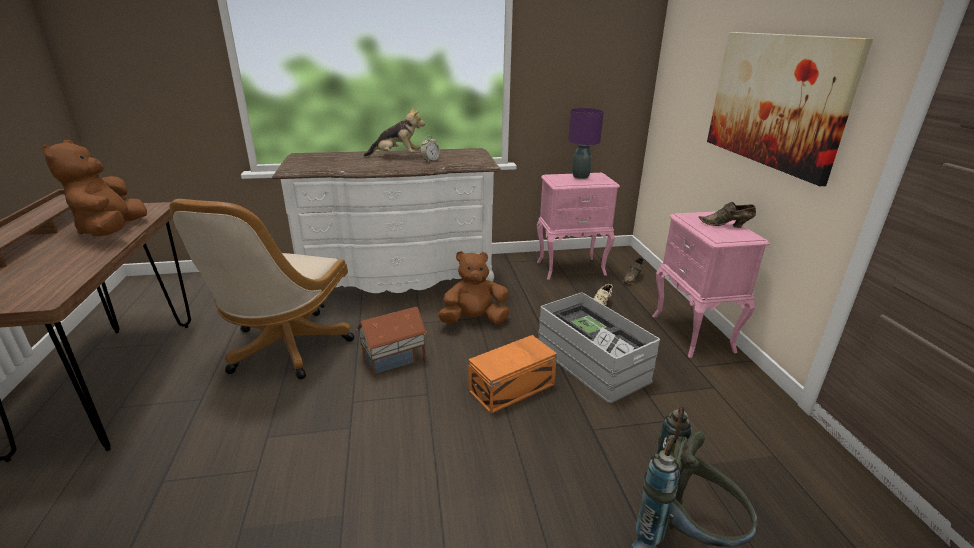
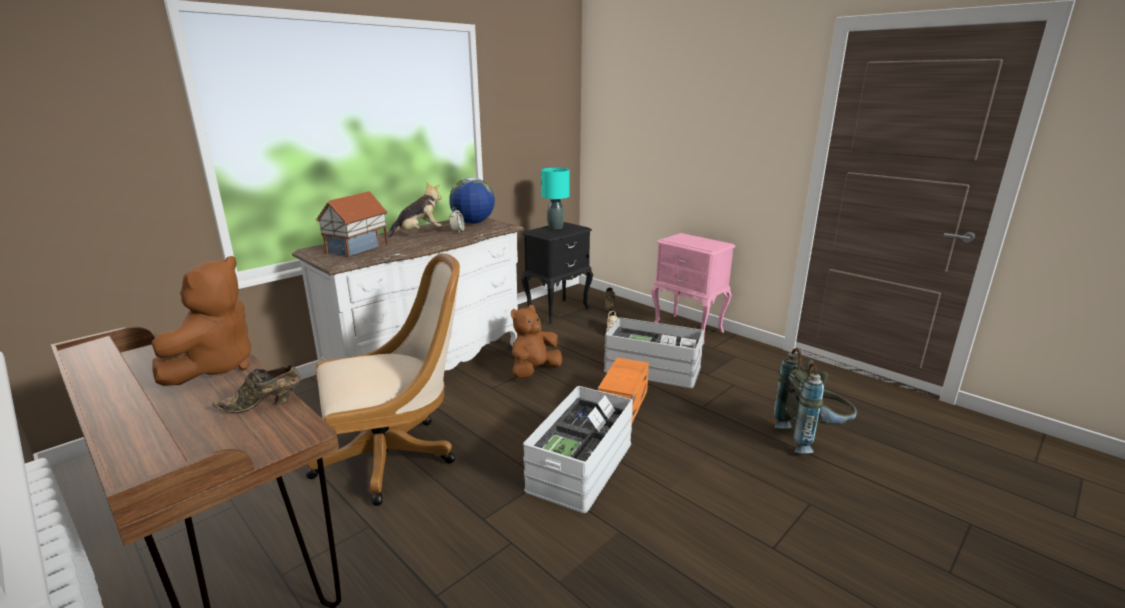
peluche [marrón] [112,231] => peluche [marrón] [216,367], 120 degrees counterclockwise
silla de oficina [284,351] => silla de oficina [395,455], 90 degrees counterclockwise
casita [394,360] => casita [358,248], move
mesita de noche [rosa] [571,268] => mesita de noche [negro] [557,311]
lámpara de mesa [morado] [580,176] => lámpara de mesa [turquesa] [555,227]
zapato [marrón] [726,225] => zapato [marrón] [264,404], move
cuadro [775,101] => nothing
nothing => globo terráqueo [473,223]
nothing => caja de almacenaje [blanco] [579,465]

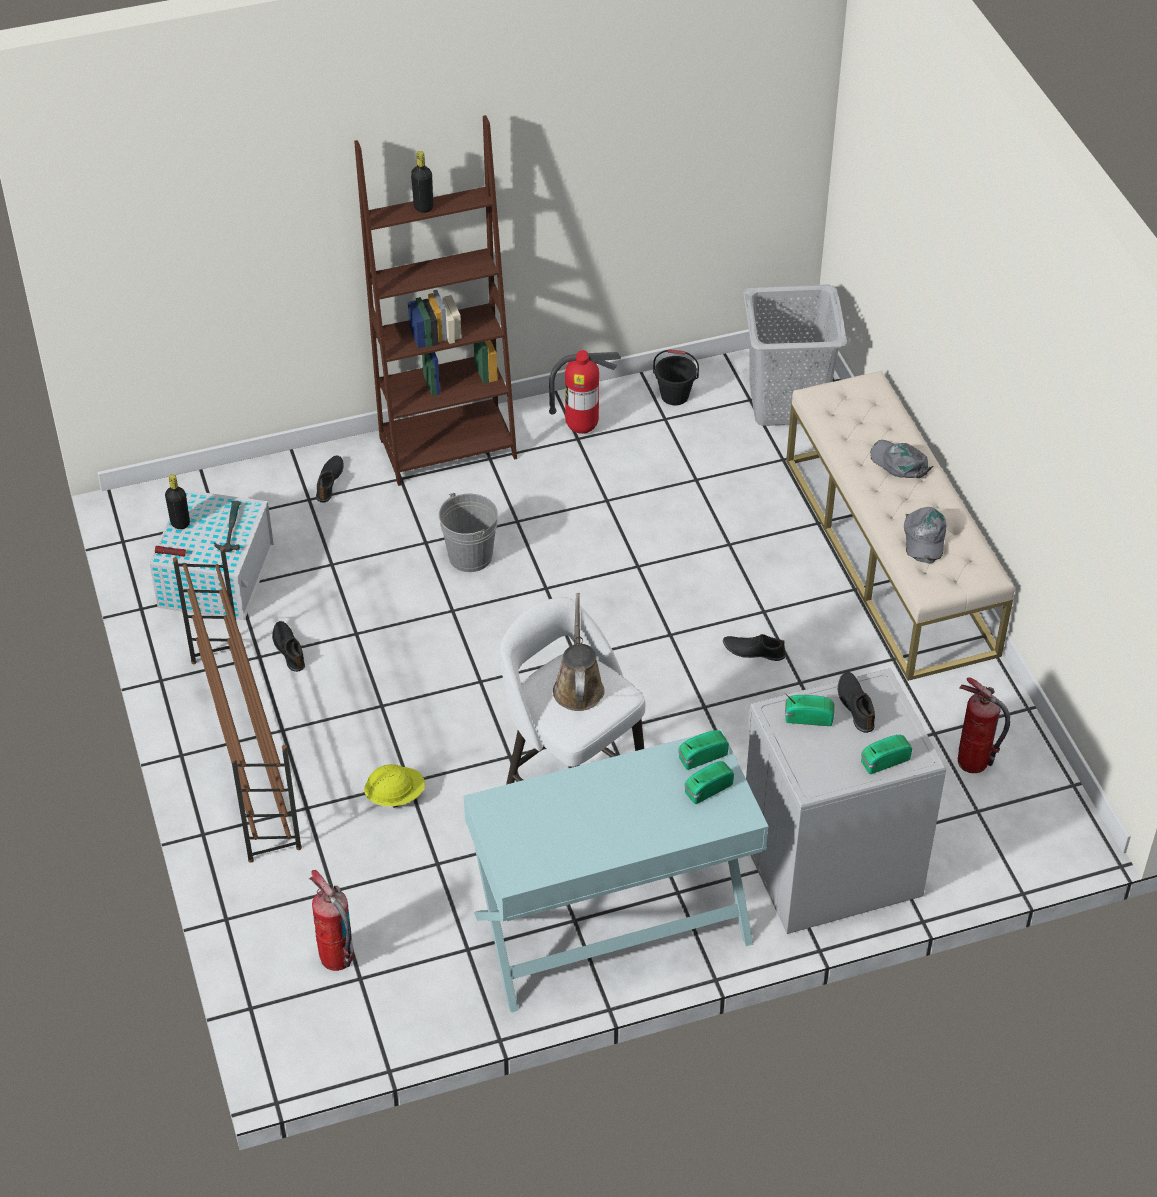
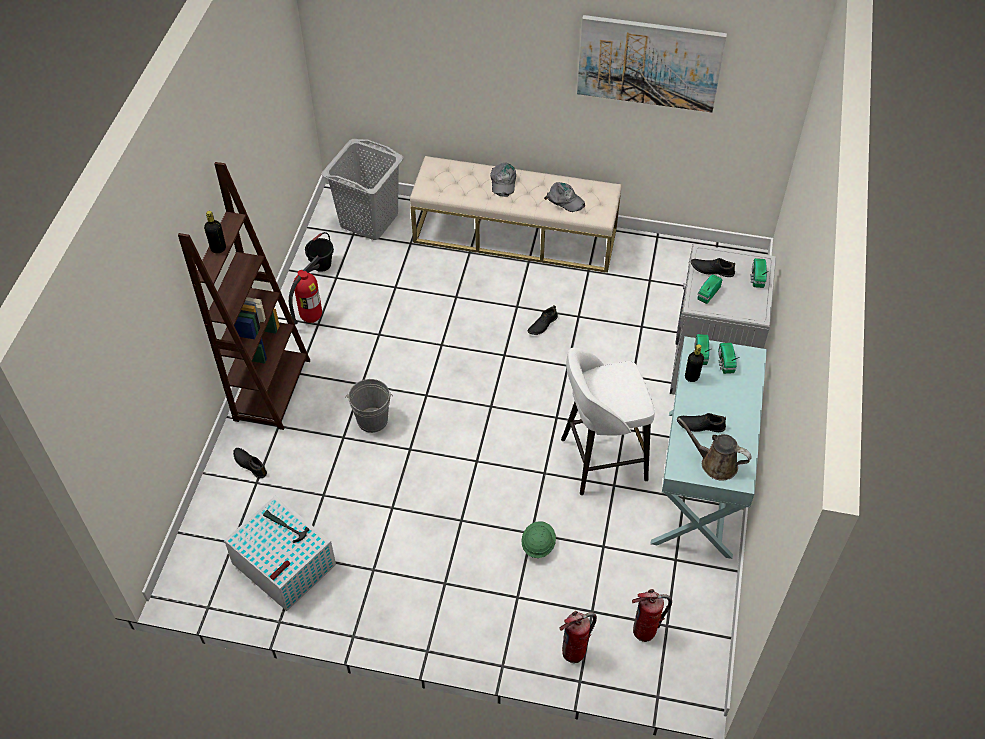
botella [negro] [180,523] => botella [negro] [691,377], move
zapatero [marrón] [245,750] => nothing
zapato [negro] [289,649] => zapato [negro] [700,425], move
casco [amarillo] [395,796] => casco [verde] [538,545]
regadera [marrón] [578,686] => regadera [marrón] [715,463], move
gorra [gris] [899,463] => gorra [gris] [502,182], 75 degrees counterclockwise
extintor [973,762] => extintor [574,652], move
nothing => cuadro [649,63]

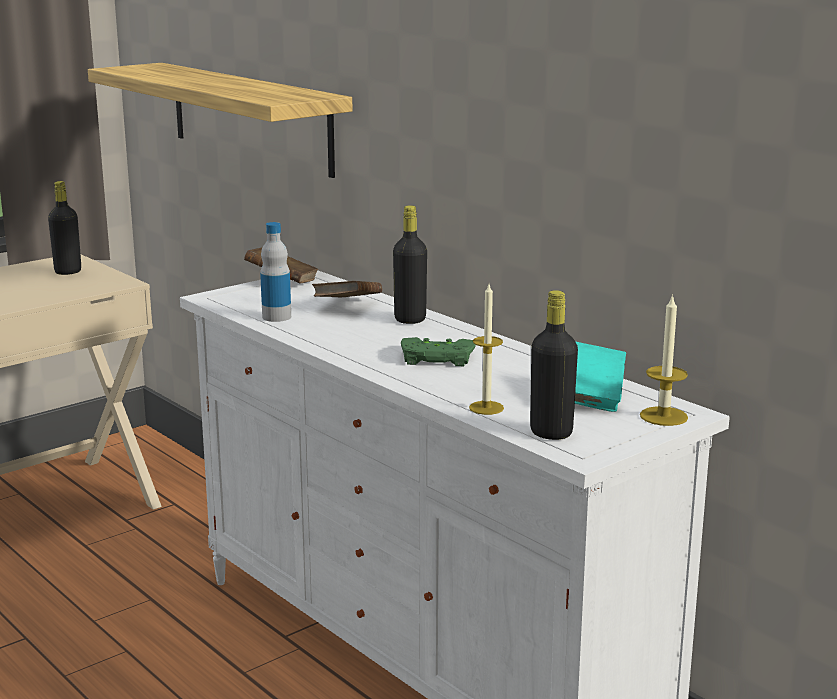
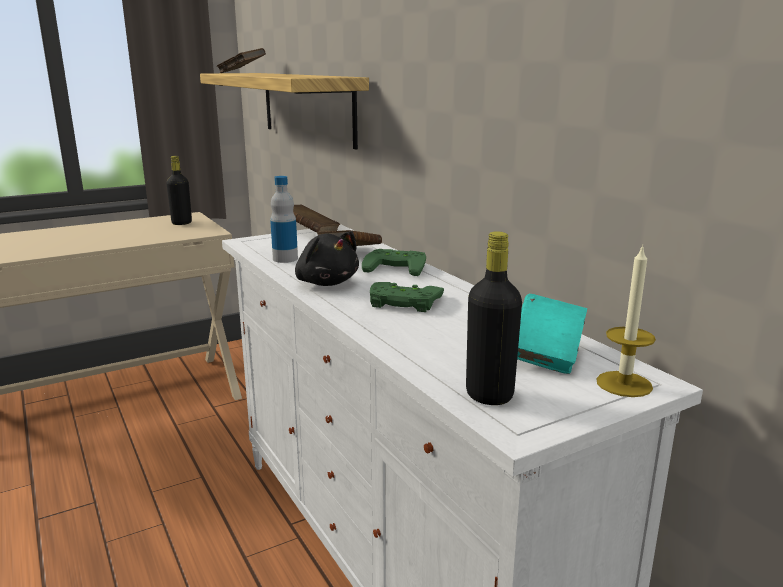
botella [negro] [410,319] => mando de consola [verde] [397,267]
vela [486,408] => nothing
nothing => libro [marrón] [242,73]
nothing => peluche [negro] [326,282]

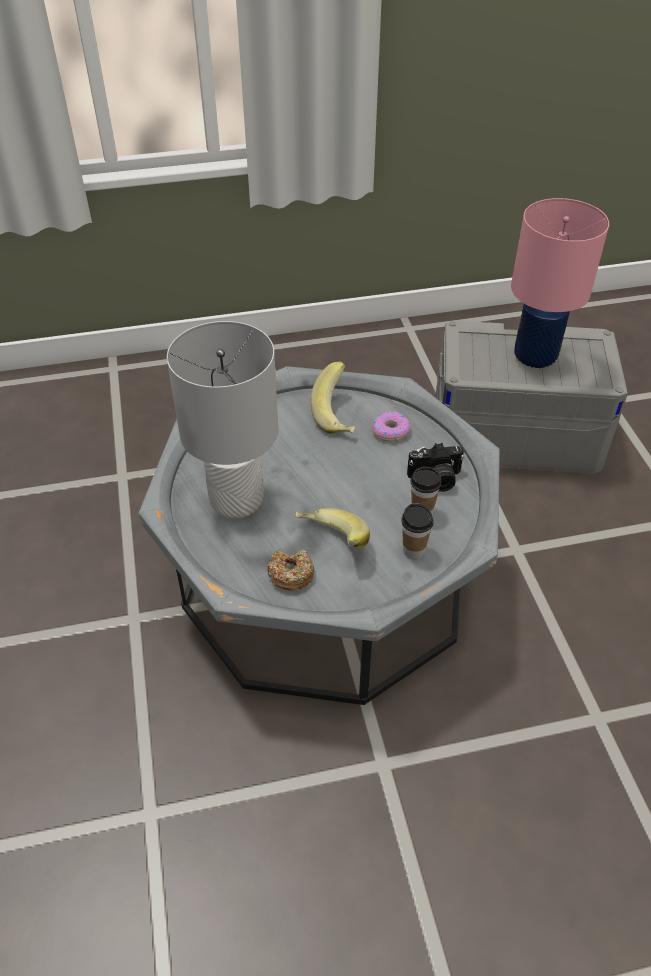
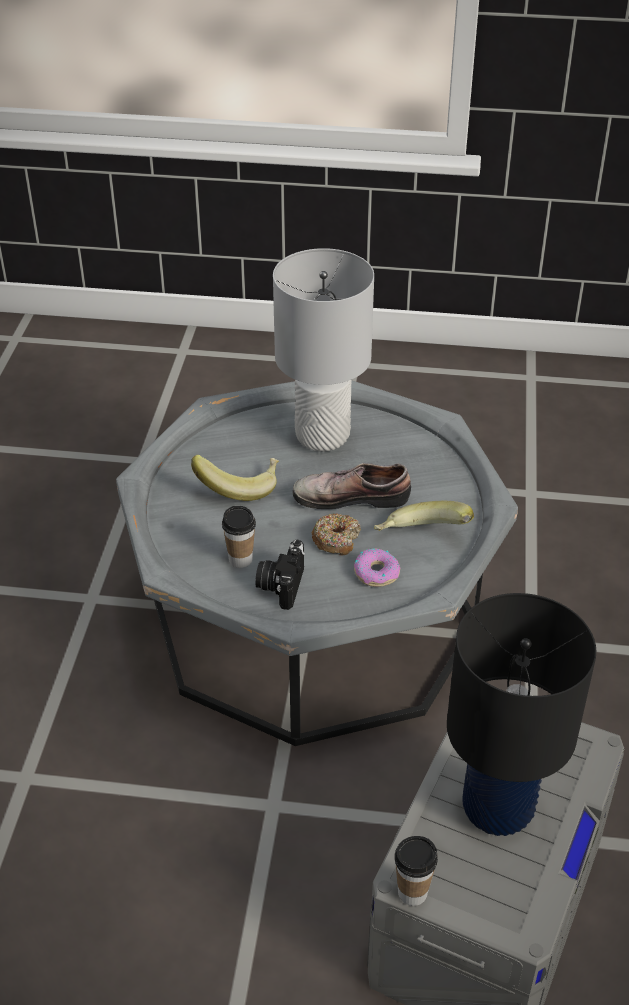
rosquilla [290,574] => rosquilla [336,540], move
taza [413,550] => taza [412,892], move
lámpara de mesa [rosa] [534,358] => lámpara de mesa [negro] [498,812]
nothing => zapato [351,495]

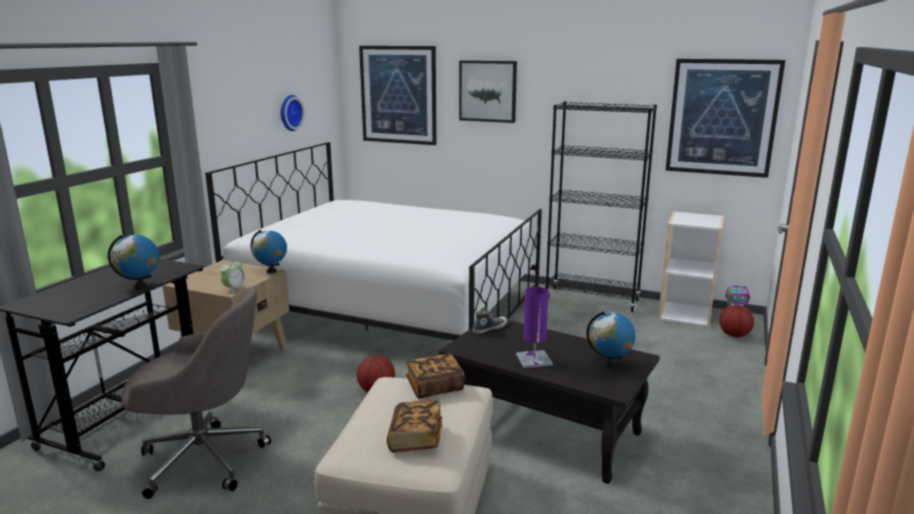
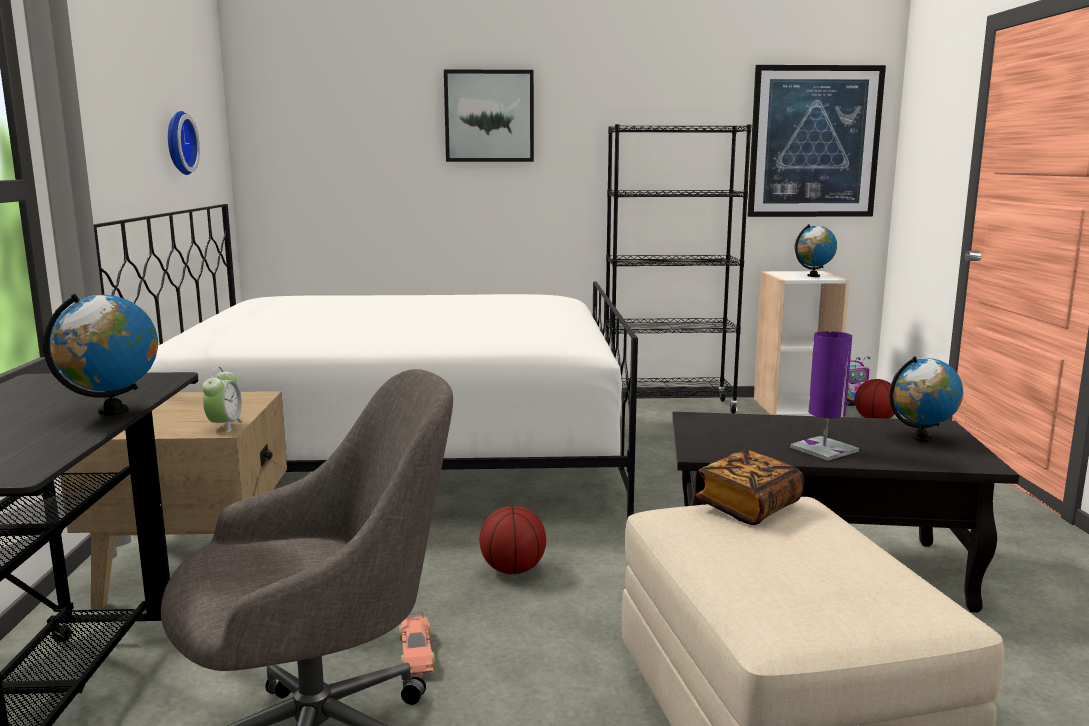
globo terráqueo [271,271] => globo terráqueo [813,276], move
cuadro [398,95] => nothing
libro [415,439] => nothing
zapato [489,328] => nothing
nothing => coche de juguete [416,654]

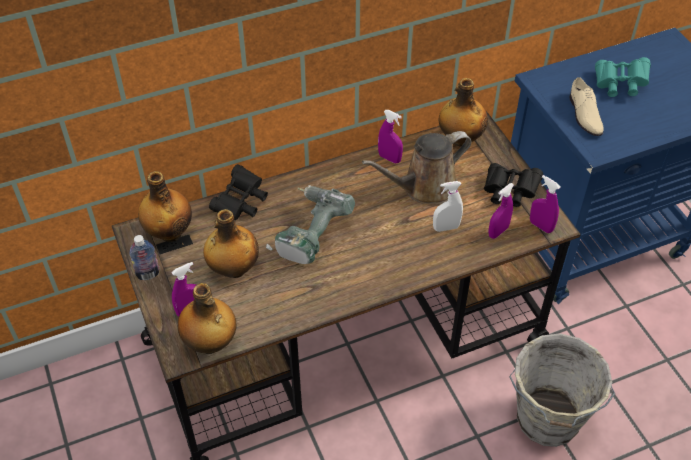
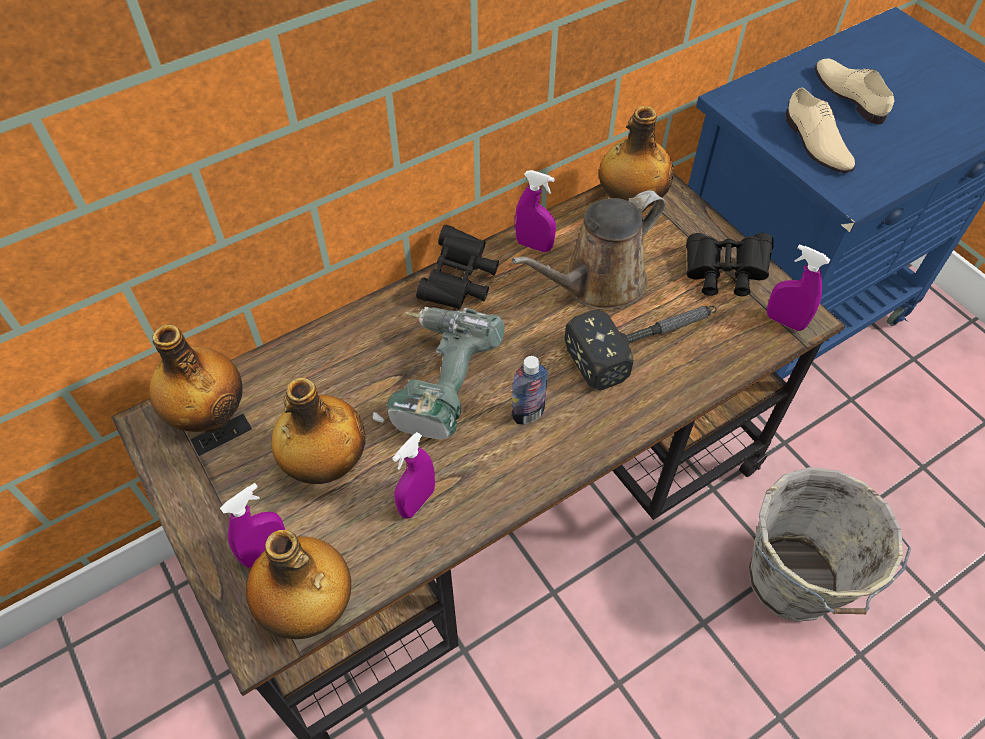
botella [148,274] => botella [528,414], move
prismáticos [negro] [241,202] => prismáticos [negro] [459,282], move
pulverizador [blanco] [446,228] => martillo [645,344]
pulverizador [morado] [498,232] => pulverizador [morado] [417,502], move
prismáticos [turquesa] [619,85] => zapato [beis] [850,94]

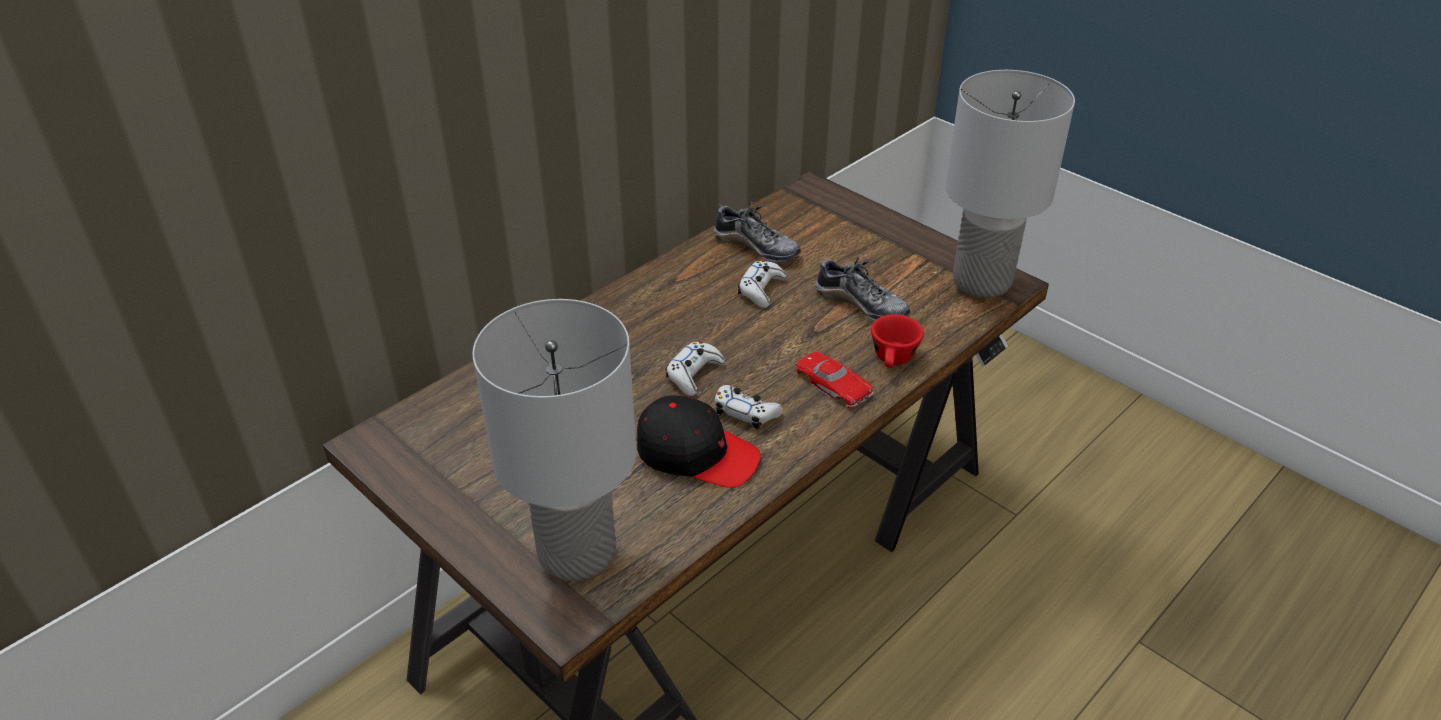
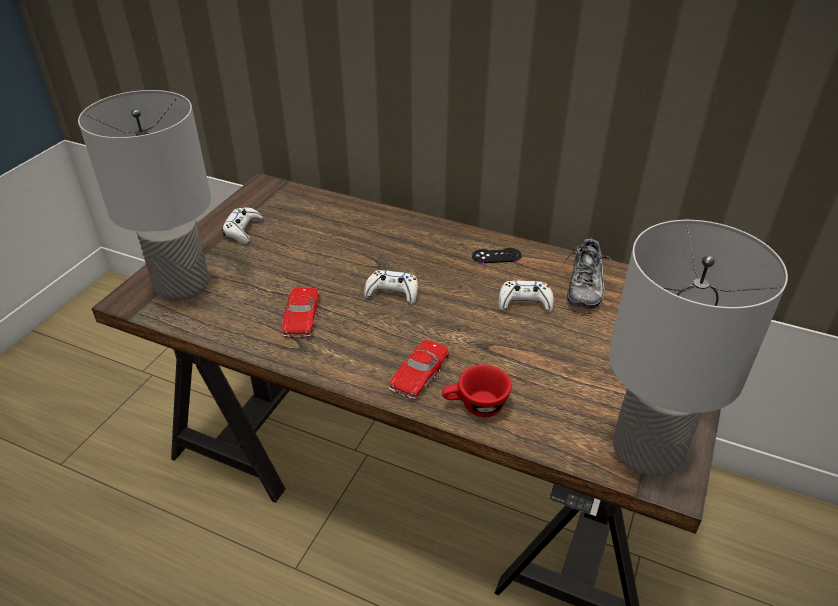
gorra [negro] [697,453] => coche de juguete [rojo] [301,316]
mando de consola [blanco] [746,412] => mando de consola [blanco] [243,230], move
zapato [861,304] => nothing
nothing => mando de consola [negro] [496,256]

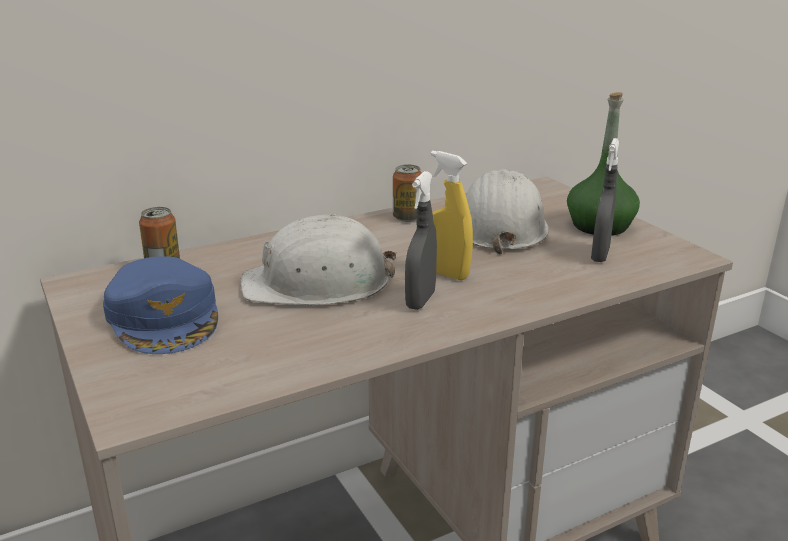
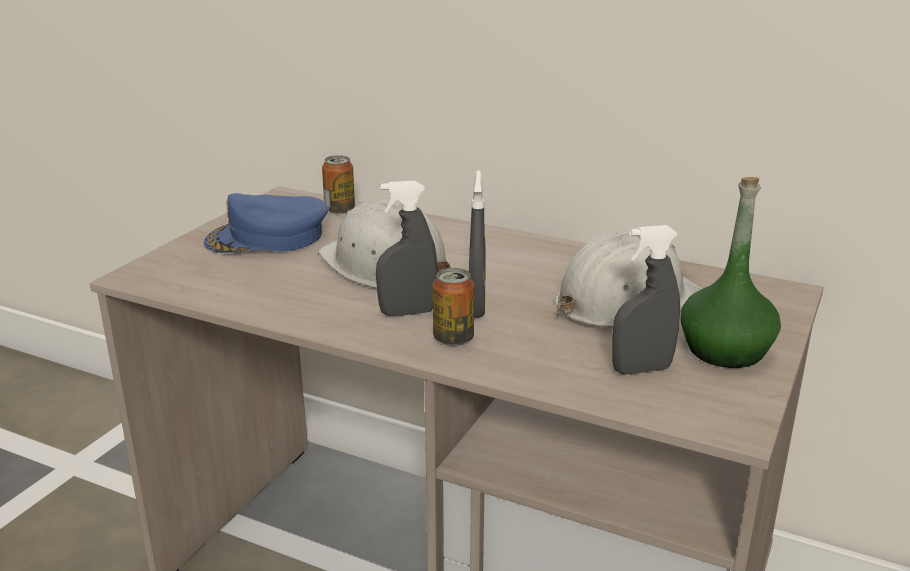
gorra [azul] [165,316] => gorra [azul] [267,237], 45 degrees clockwise
lata [407,217] => lata [453,338], move
pulverizador [amarillo] [446,274] => pulverizador [gris] [476,307]

